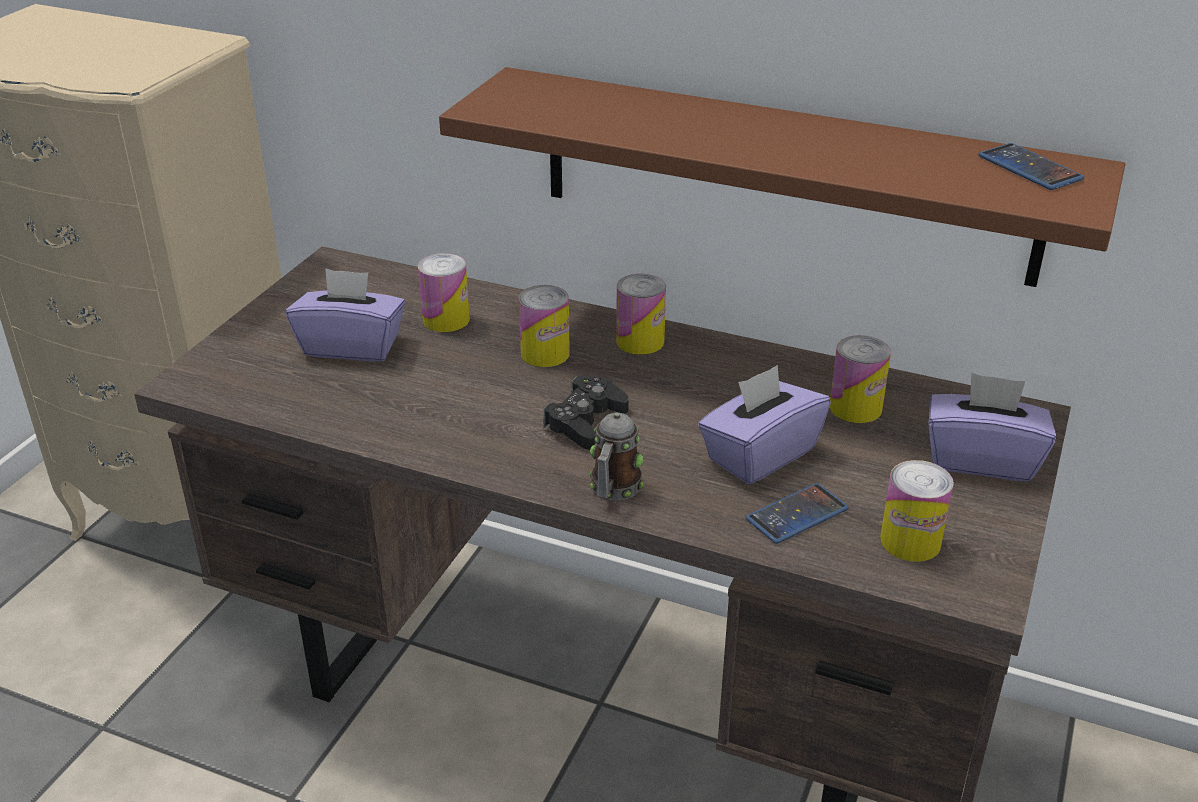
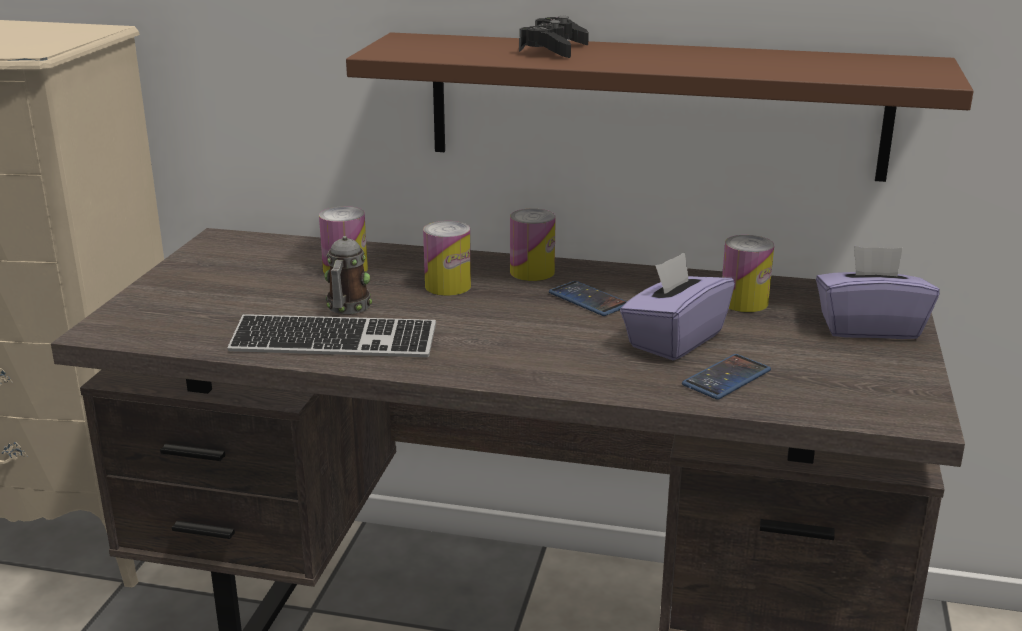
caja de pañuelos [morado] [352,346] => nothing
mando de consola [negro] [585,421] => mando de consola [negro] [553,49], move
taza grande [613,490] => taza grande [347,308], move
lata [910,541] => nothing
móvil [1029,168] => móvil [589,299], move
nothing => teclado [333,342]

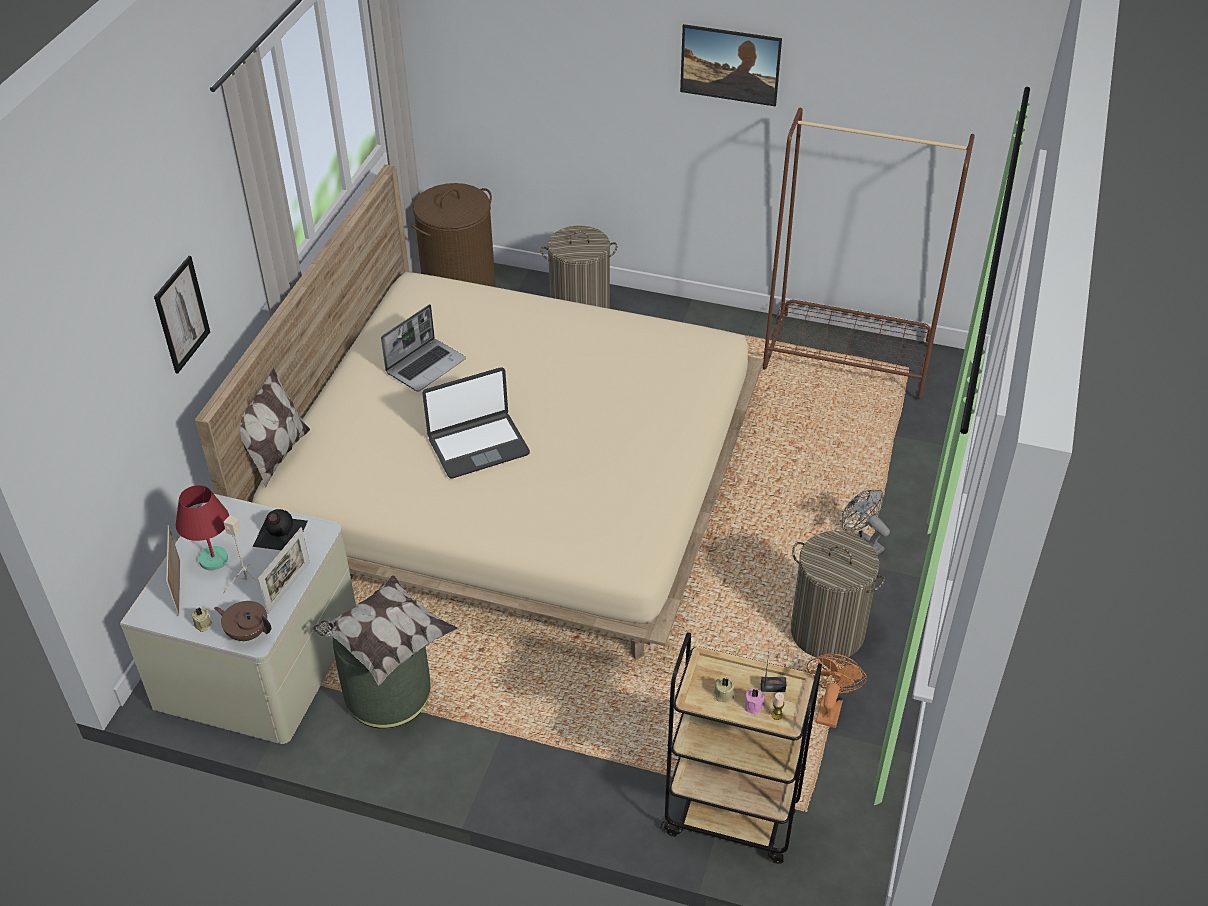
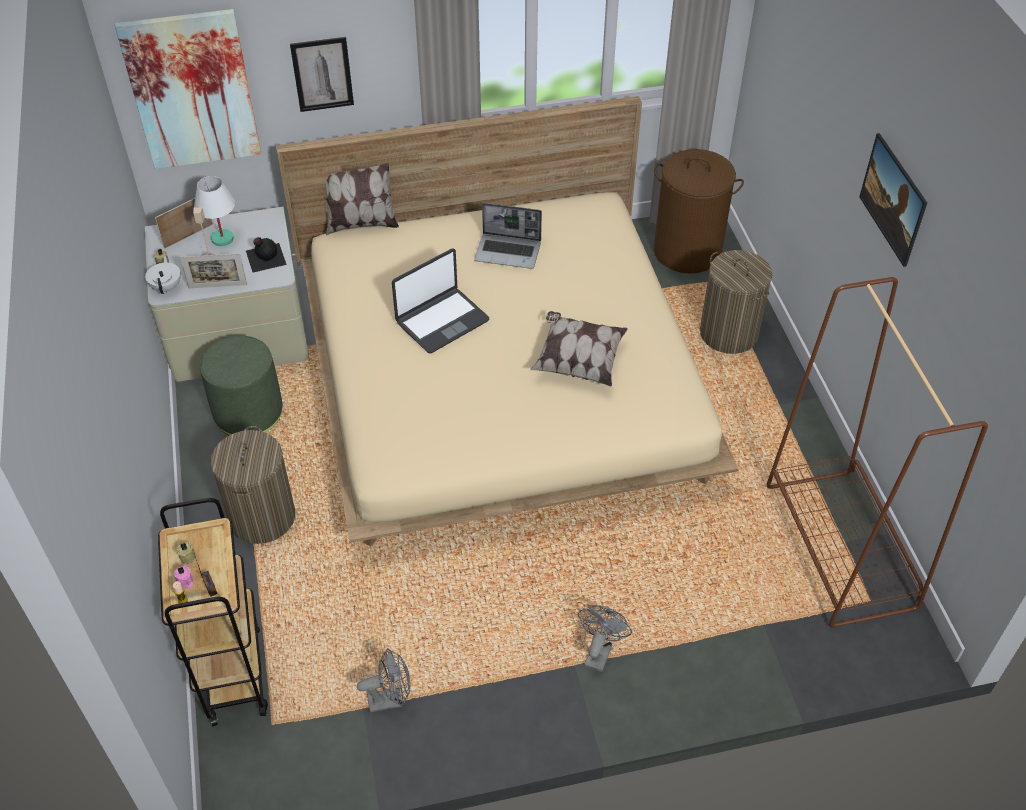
lámpara de mesa [rojo] [213,560] => lámpara de mesa [blanco] [222,239]
tetera [marrón] [247,632] => tetera [blanco] [167,287]
cojín [387,643] => cojín [578,361], move
portátil [478,446] => portátil [441,321], 75 degrees counterclockwise
cesto de la ropa [827,631] => cesto de la ropa [262,517], move
ventilador [naranja] [829,707] => ventilador [gris] [390,699]
nothing => cuadro [192,90]

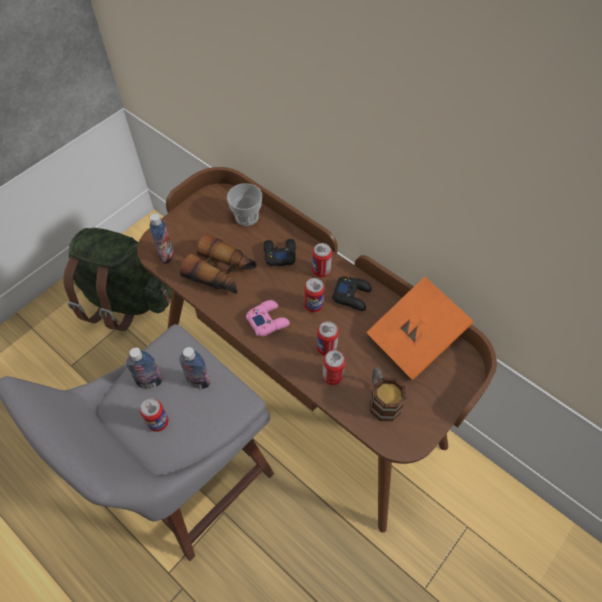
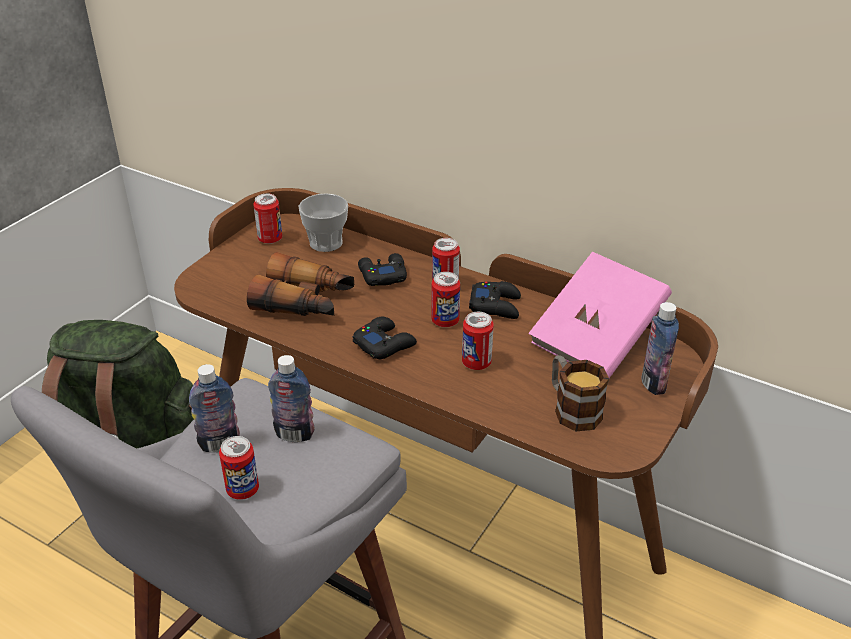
botella [166,255] => botella [653,383], move
mando de consola [rosa] [268,320] => mando de consola [negro] [384,344]
lata [332,376] => lata [270,239], move
libro [naranja] [415,339] => libro [rosa] [596,340]

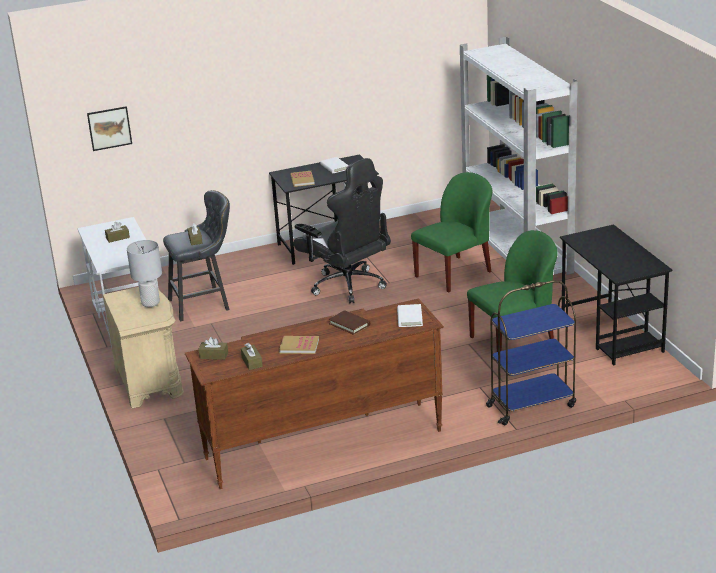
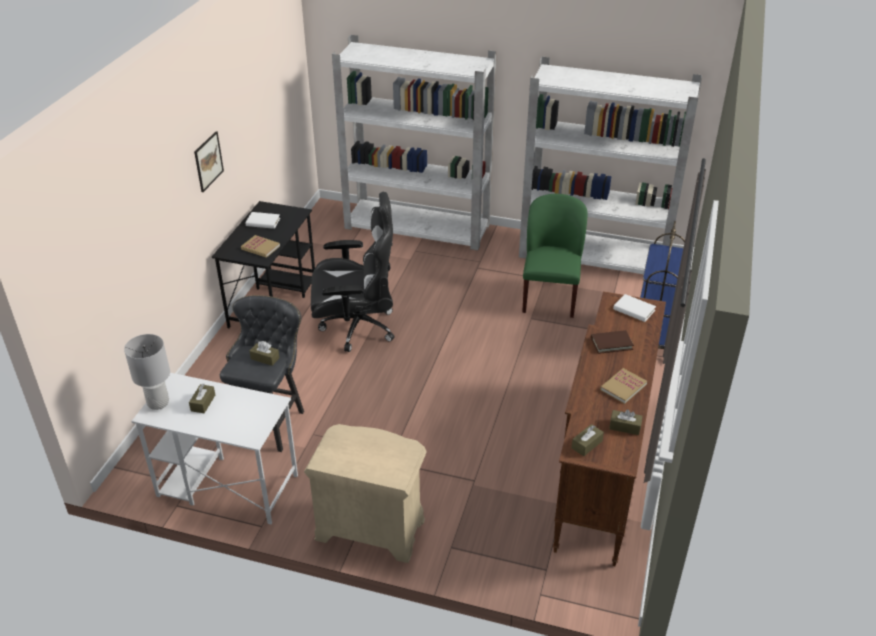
cuadro [109,128] => cuadro [208,161], move
lámpara de mesa [gris] [151,304] => lámpara de mesa [gris] [159,404], move
silla [verde] [454,274] => nothing
escritorio [negro] [612,334] => estantería [blanco] [594,255]

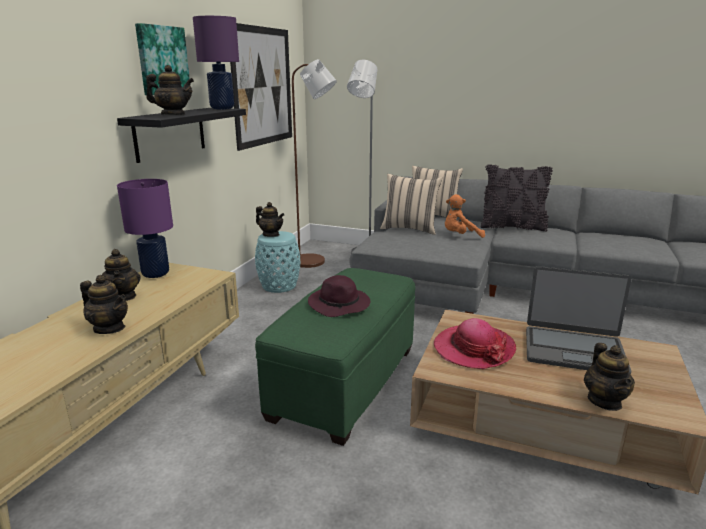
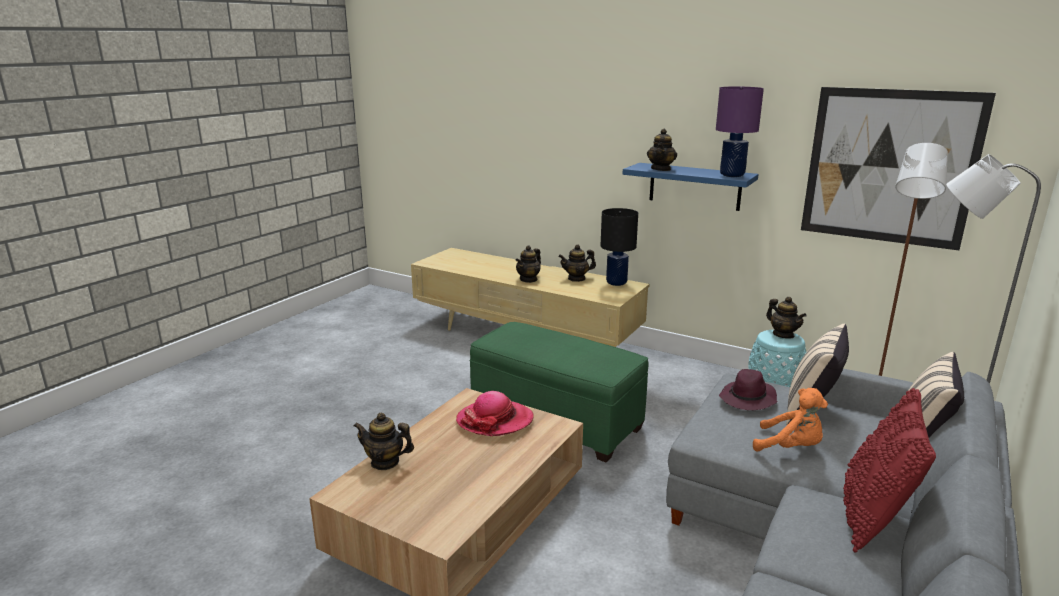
estante [negro] [170,133] => estante [azul] [694,186]
lámpara de mesa [morado] [156,275] => lámpara de mesa [negro] [616,284]
cuadro [162,60] => nothing
tetera [271,235] => tetera [783,335], 75 degrees counterclockwise
sombrero [morado] [340,305] => sombrero [morado] [748,399], move
peluche [naranja] [460,236] => peluche [naranja] [790,447], 120 degrees clockwise
cojín [negro] [512,227] => cojín [rojo] [872,517]
portátil [573,350] => nothing

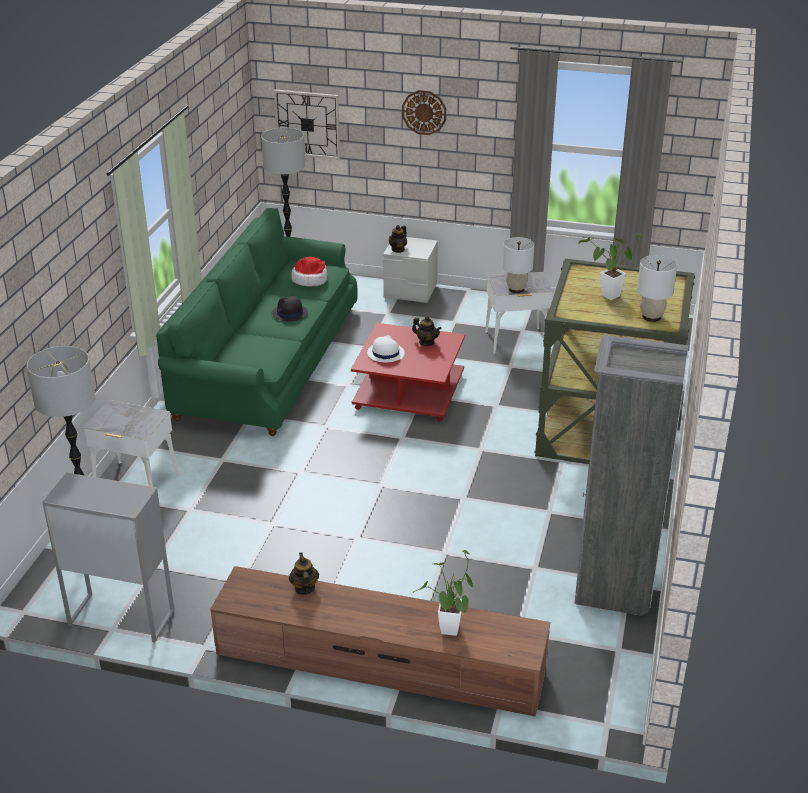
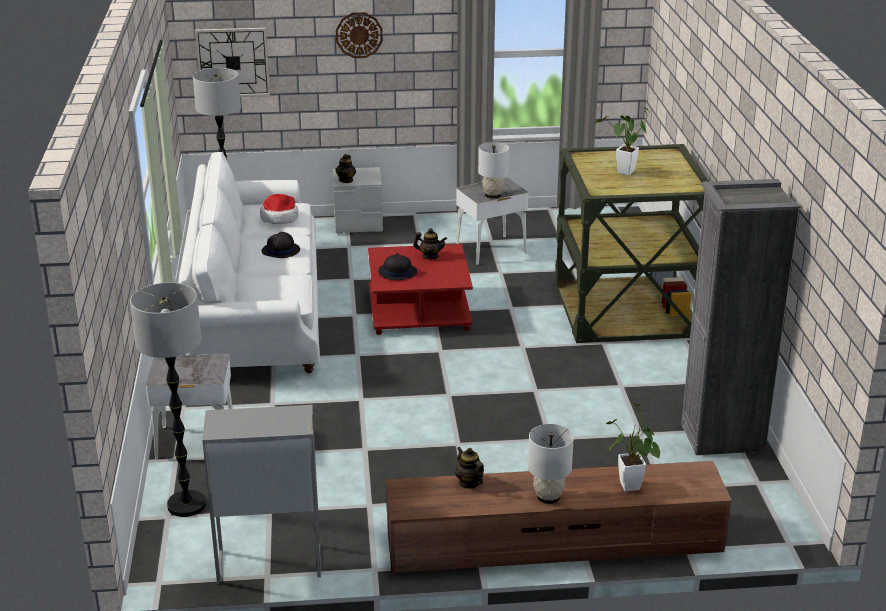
sofá [verde] [268,361] => sofá [blanco] [257,309]
sombrero [blanco] [385,353] => sombrero [negro] [397,272]
lámpara de mesa [blanco] [651,317] => lámpara de mesa [blanco] [548,497], move

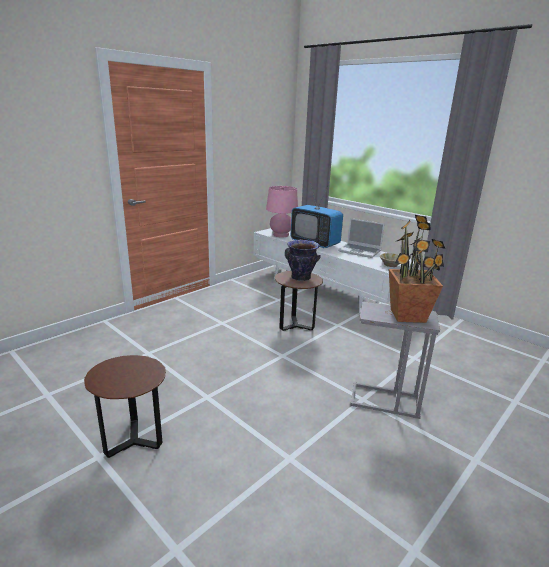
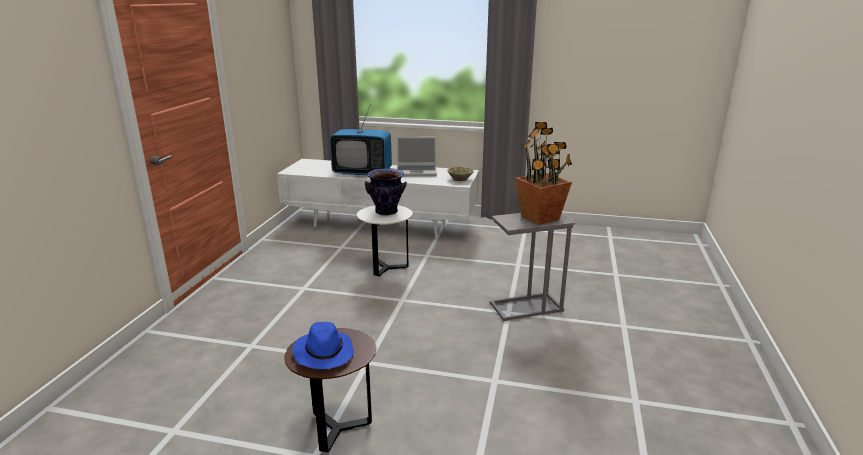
lámpara de mesa [rosa] [281,235] => nothing
mesa auxiliar [marrón] [296,326] => mesa auxiliar [blanco] [386,268]
nothing => sombrero [azul] [323,353]

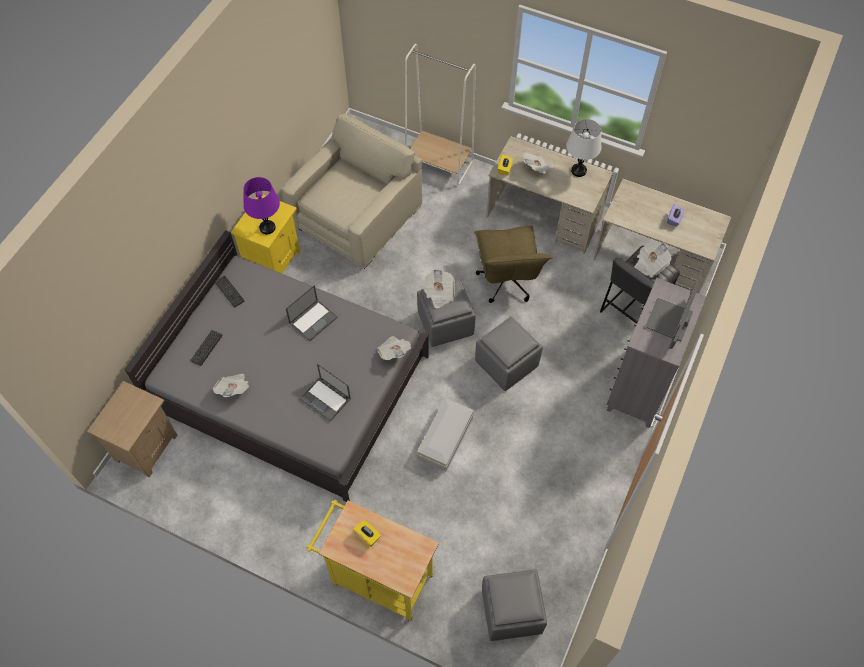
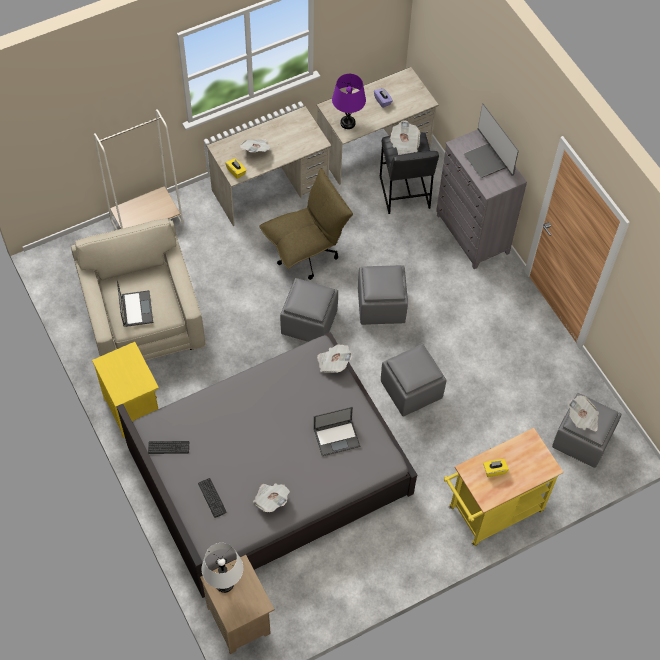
lámpara de mesa [morado] [267,228] => lámpara de mesa [morado] [347,123], move
portátil [313,320] => portátil [136,308], move
caja de almacenaje [blanco] [446,437] => puf [gris] [411,389]
periódico [439,293] => periódico [582,418], move
silla de oficina [beis] [506,280] => silla de oficina [beis] [305,254], 60 degrees counterclockwise
lámpara de mesa [blanco] [578,171] => lámpara de mesa [blanco] [224,583], move

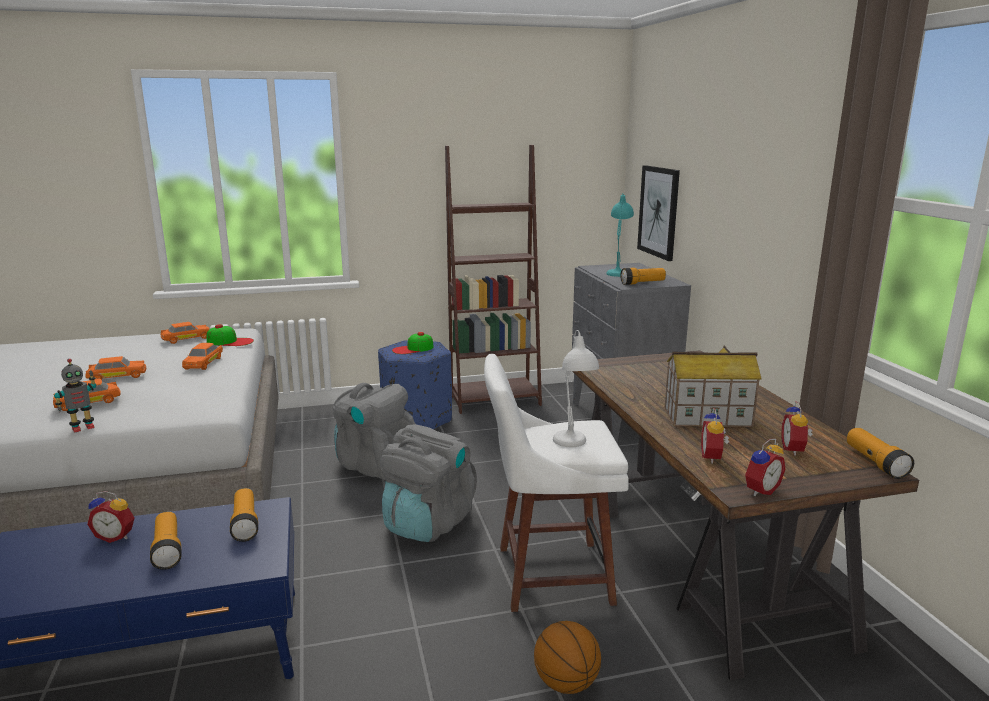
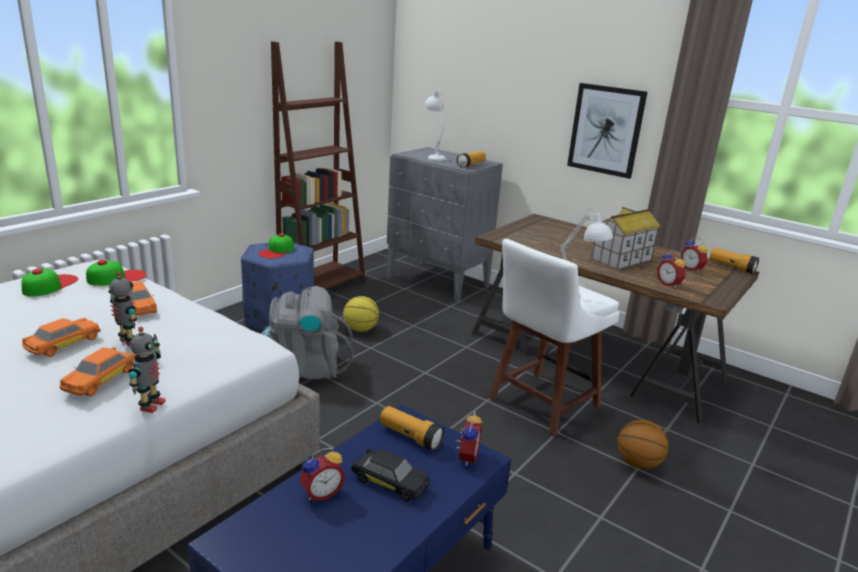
linterna [168,550] => coche de juguete [negro] [389,482]
coche de juguete [naranja] [186,339] => gorra [50,285]
mochila [gris] [428,523] => nothing
lámpara de mesa [turquesa] [618,272] => lámpara de mesa [blanco] [434,157]
cuadro [659,211] => cuadro [606,130], move
despertador [759,490] => despertador [465,457], move
nothing => robot de juguete [128,342]
nothing => balón de baloncesto [360,329]

